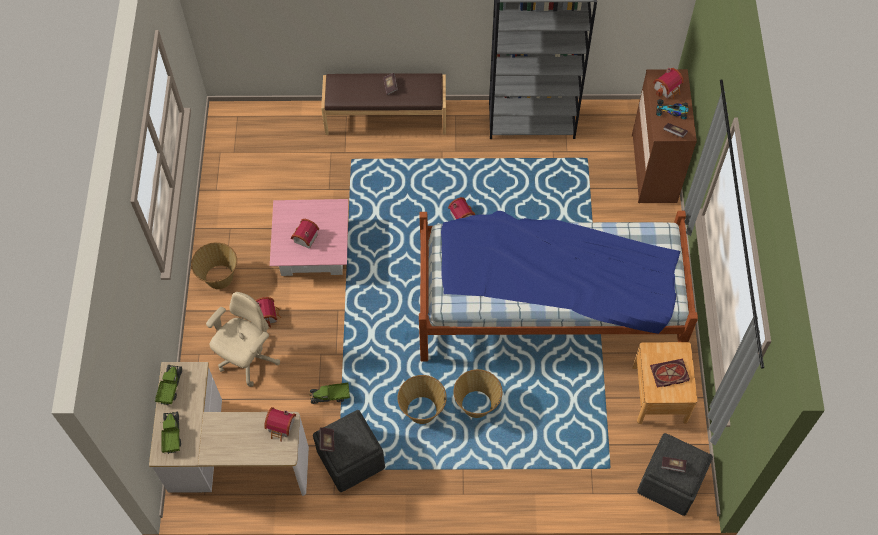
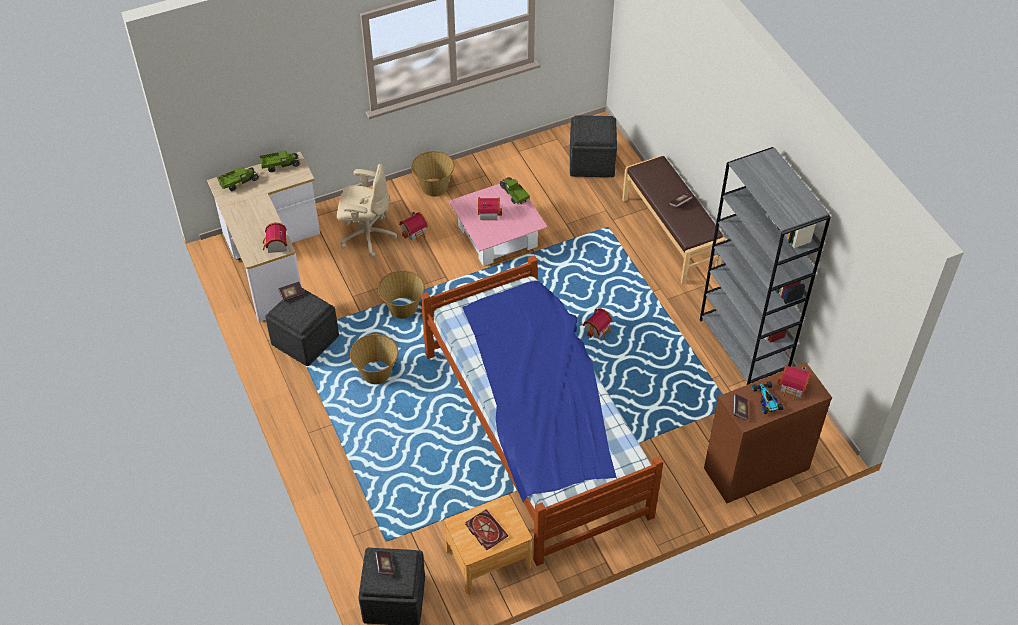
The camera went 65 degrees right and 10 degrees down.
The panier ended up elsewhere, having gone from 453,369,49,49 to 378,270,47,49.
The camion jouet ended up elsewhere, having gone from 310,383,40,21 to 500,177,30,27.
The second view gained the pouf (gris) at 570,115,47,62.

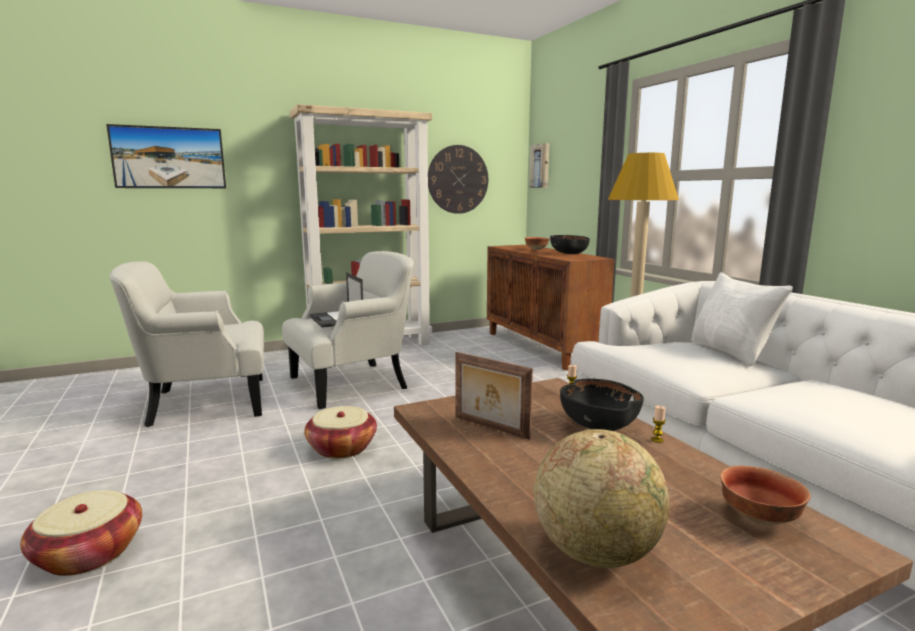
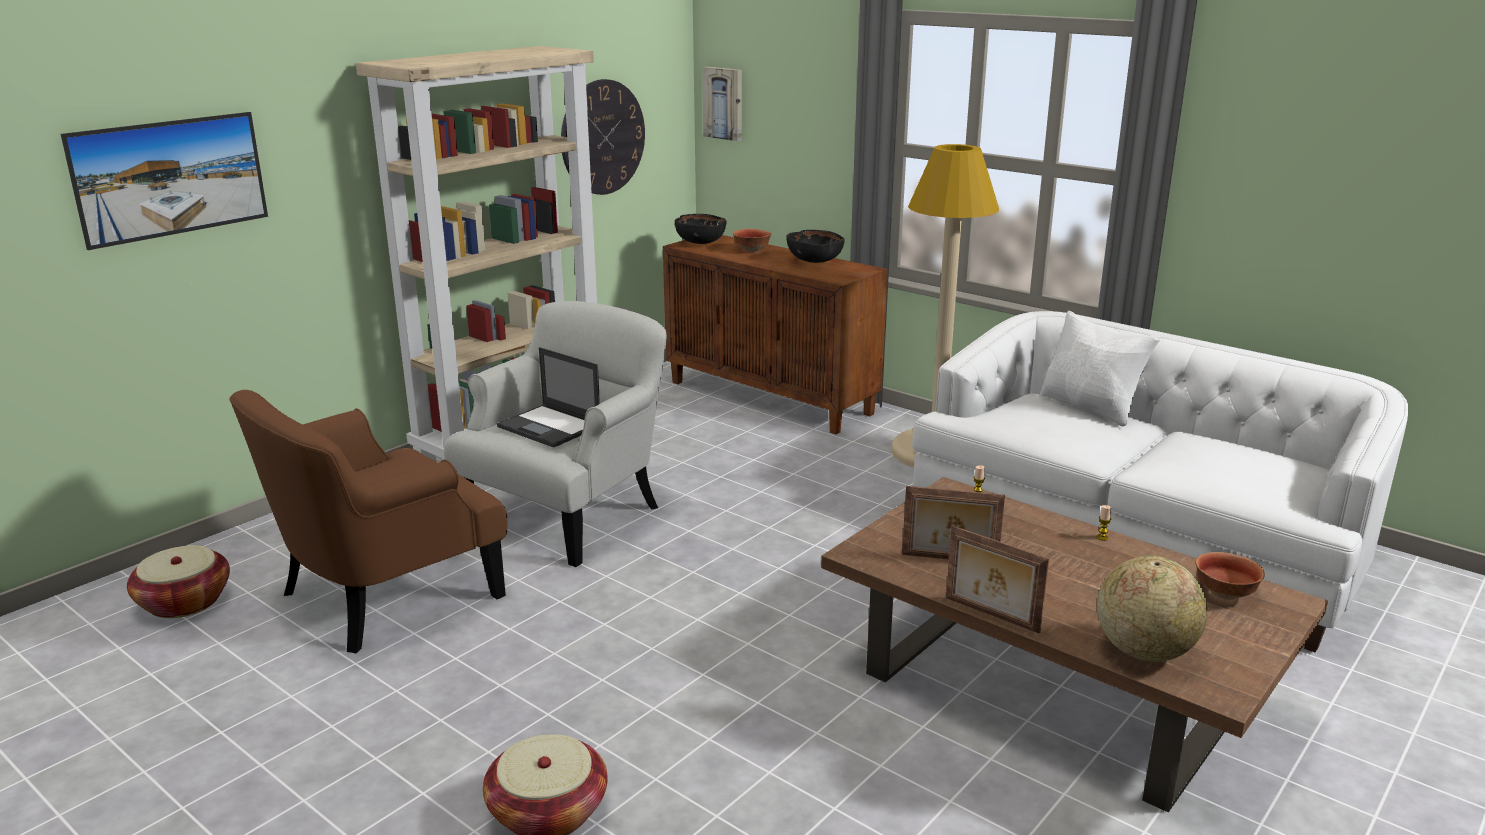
The camera went 25 degrees left and 10 degrees up.
What was the fauteuil (blanc) at 109,261,155,166 turned into the fauteuil (marron) at 229,390,279,263.
The bol (noir) ended up elsewhere, having gone from 560,378,84,53 to 675,214,52,30.
The panier ended up elsewhere, having gone from 304,406,73,53 to 127,545,103,73.
The second view gained the cadre photo at 946,526,103,108.

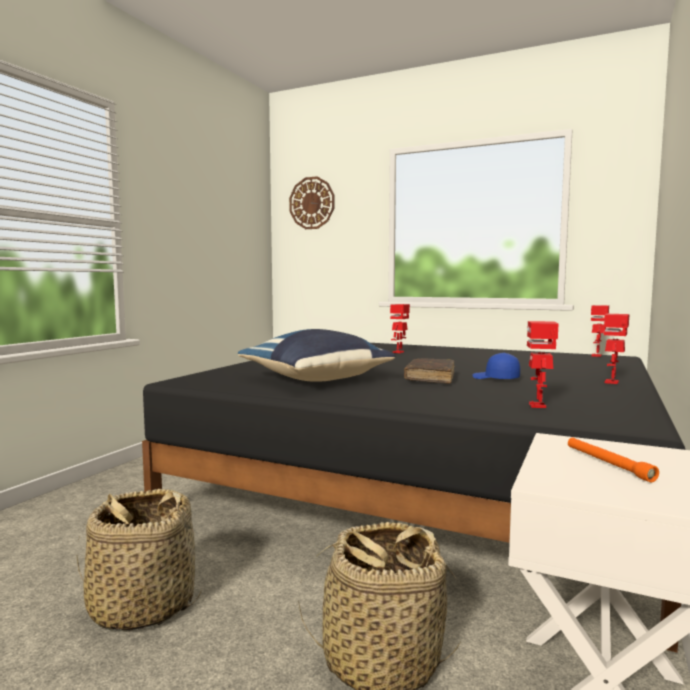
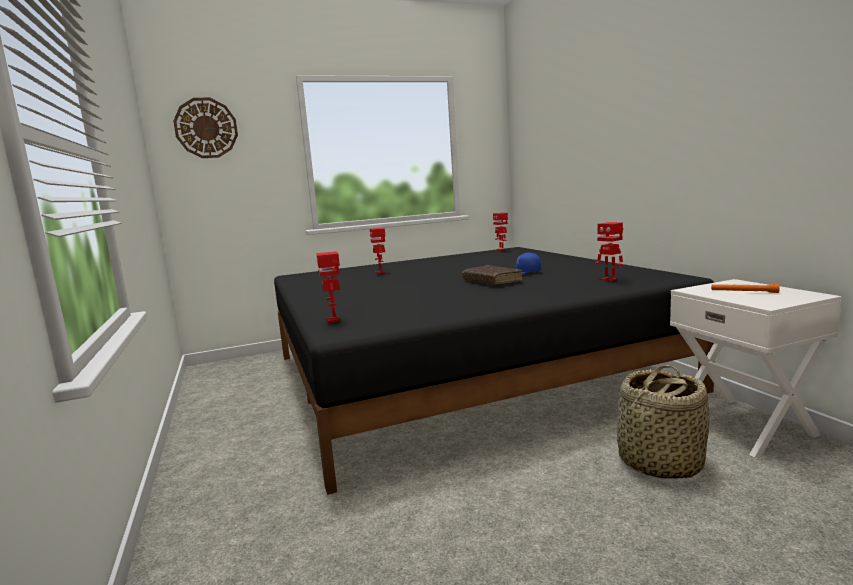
The camera went 45 degrees left and 5 degrees up.
The robot jouet ended up elsewhere, having gone from 604,314,25,70 to 316,251,24,72.
The second view lost the coussin (bleu) at 238,329,157,53.
The second view lost the panier at 76,489,126,143.

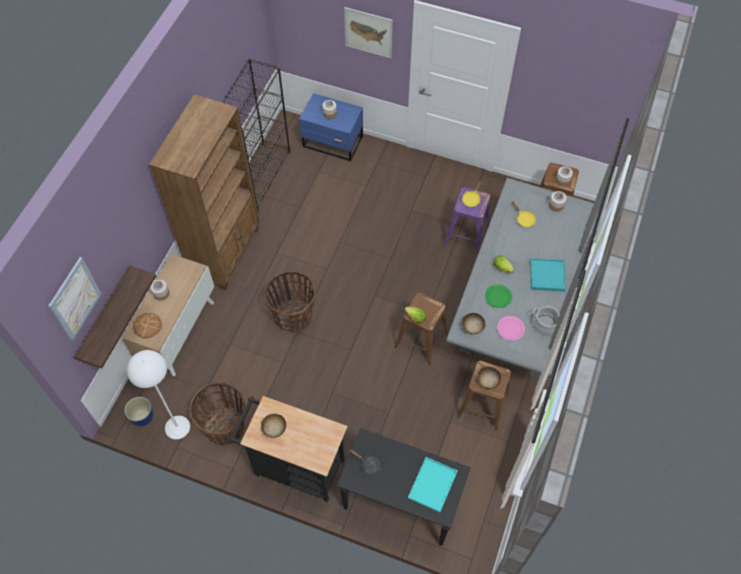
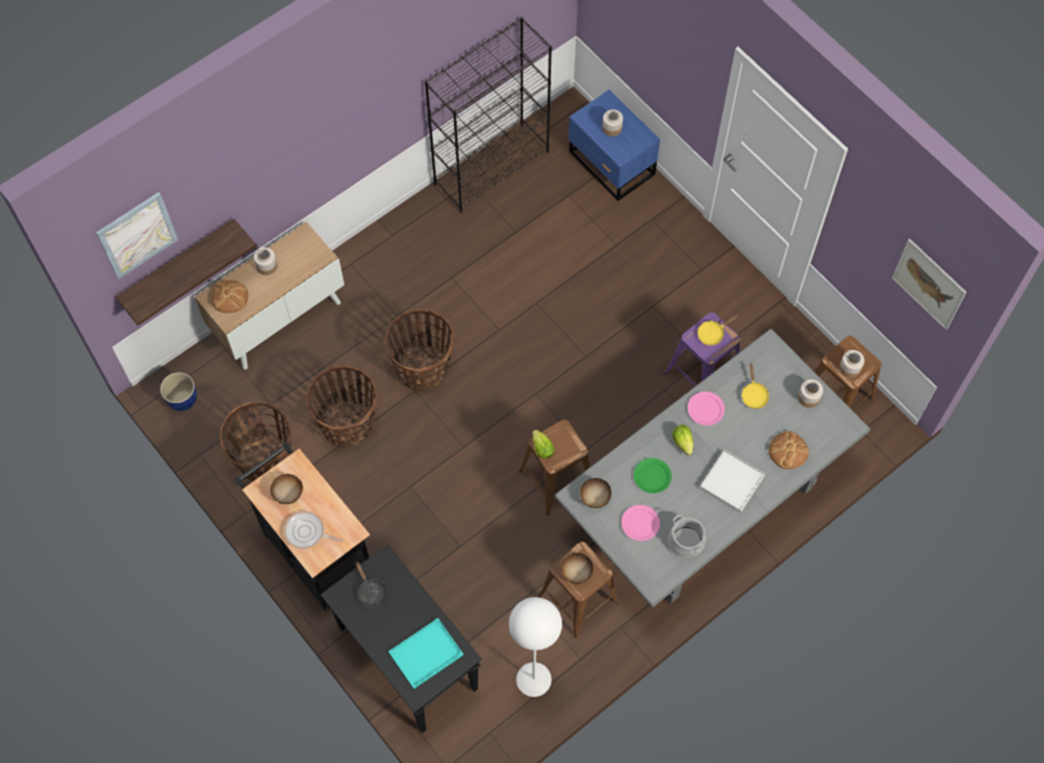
The camera went 30 degrees right and 5 degrees up.
The tableau ended up elsewhere, having gone from 344,7,49,52 to 892,238,74,92.
The second view lost the bibliothèque (marron) at 149,94,111,196.
What was the plateau (turquoise) at 530,259,36,33 turned into the plateau (blanc) at 700,450,65,63.
The lampadaire (blanc) ended up elsewhere, having gone from 127,350,63,89 to 509,597,53,100.
The second view gained the panier at 306,366,71,82.
The second view gained the assiette (rose) at 688,392,37,34.
The second view gained the pain at 769,431,40,38.
The second view gained the poêle at 284,511,59,38.

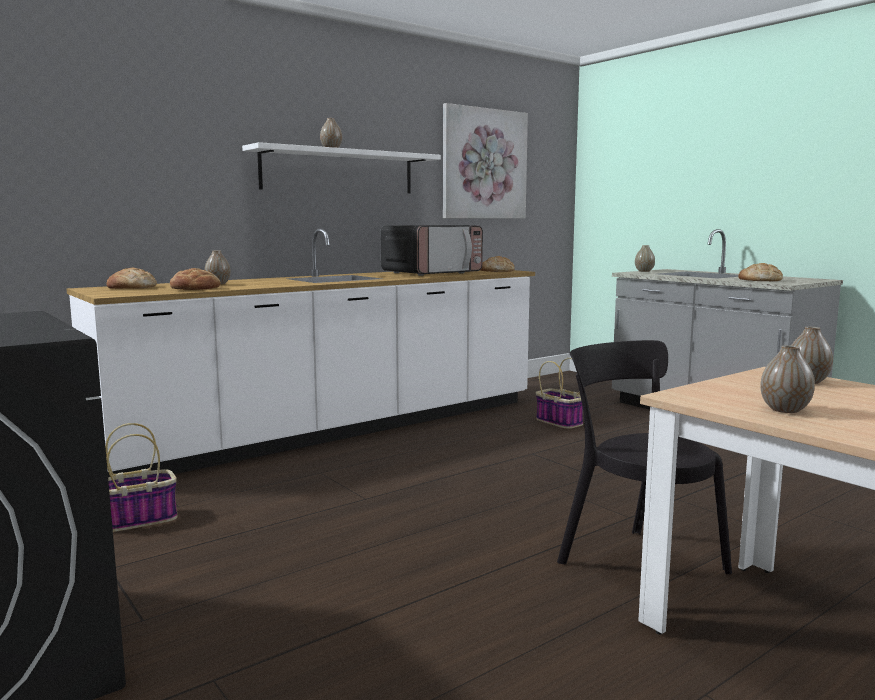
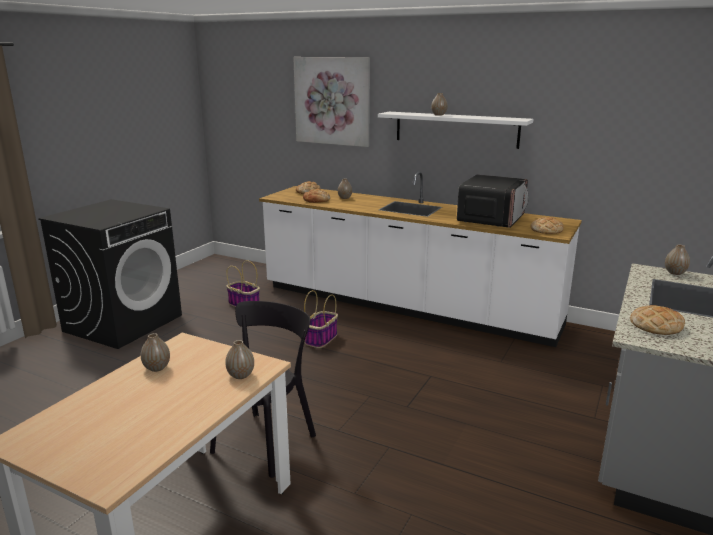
The camera went 65 degrees right and 10 degrees up.
The tableau ended up elsewhere, having gone from 443,103,85,116 to 293,57,77,90.
The micro-ondes at 380,225,103,51 ended up facing another way, 90 degrees counterclockwise from before.
The panier ended up elsewhere, having gone from 536,358,47,71 to 304,290,34,58.

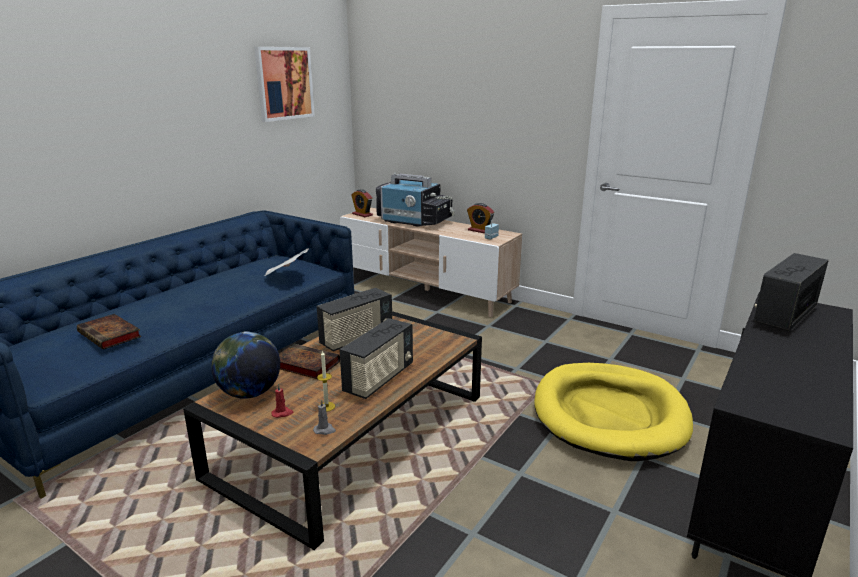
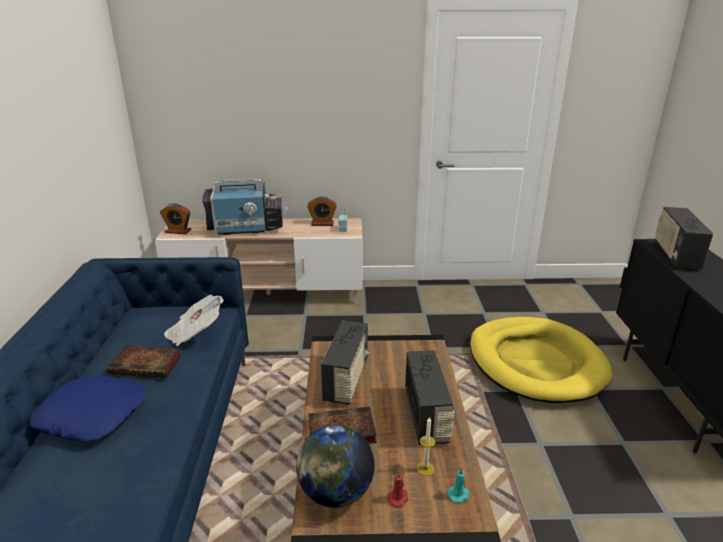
The camera went 35 degrees left and 5 degrees up.
The second view lost the tableau at 254,47,61,75.
The livre ended up elsewhere, having gone from 77,314,64,36 to 107,345,74,33.
What was the bougie (gris) at 313,399,23,36 turned into the bougie (turquoise) at 448,467,21,36.
The second view gained the coussin (bleu) at 30,375,115,66.

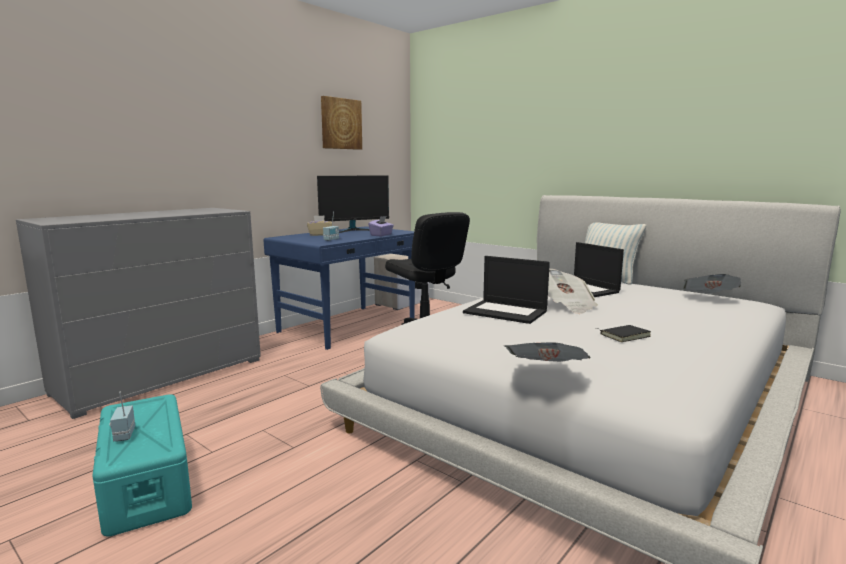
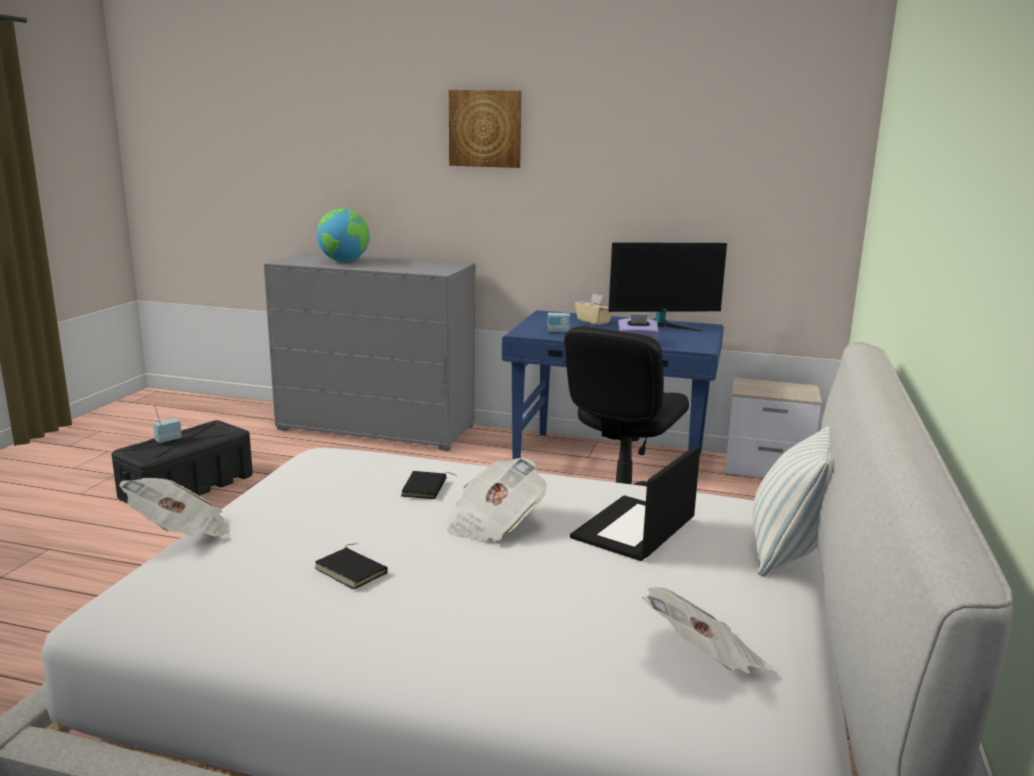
The camera went 65 degrees right and 5 degrees up.
The tableau ended up elsewhere, having gone from 321,96,41,54 to 449,90,73,78.
The écran d'ordinateur at 317,175,72,58 ended up facing another way, 45 degrees counterclockwise from before.
Where the ordinateur portable stood at 463,256,87,68, the livre (noir) came to stand at 401,471,56,28.
What was the boîte de rangement (turquoise) at 92,394,100,143 turned into the boîte de rangement (noir) at 112,420,141,84.
The second view gained the globe at 317,209,53,53.

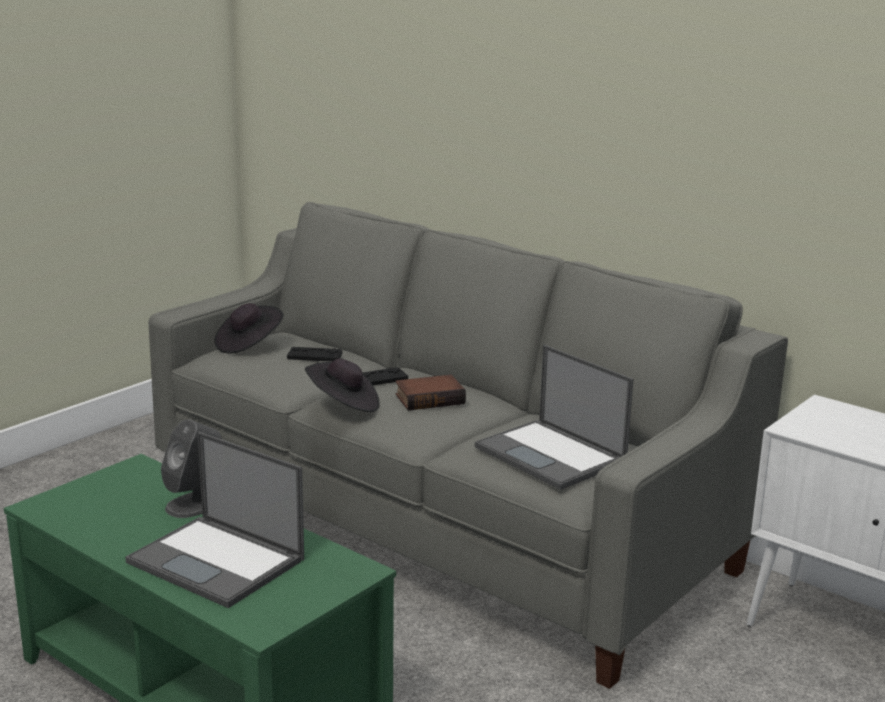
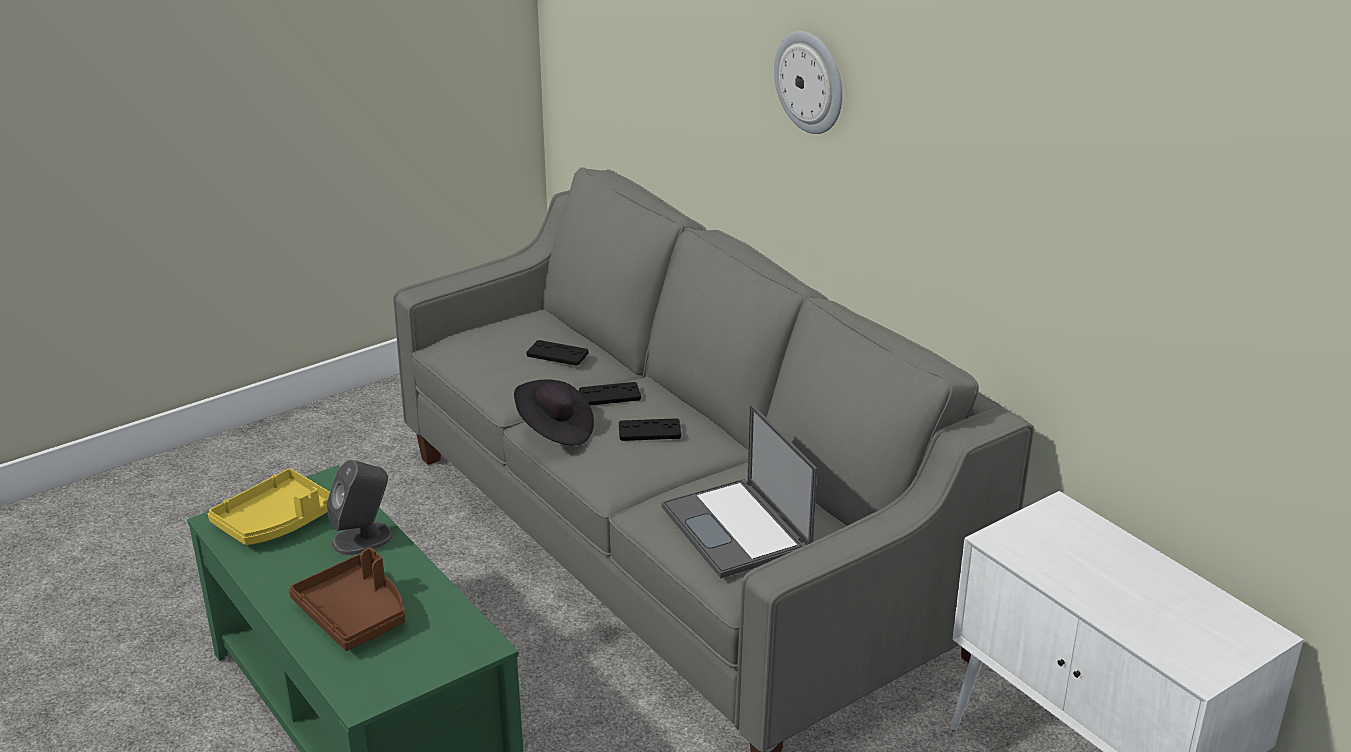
The camera went 15 degrees right and 10 degrees up.
The second view lost the chapeau (noir) at 214,303,70,51.
Where the livre stood at 396,375,70,36, the manette (noir) came to stand at 619,418,62,23.
Where the ordinateur portable stood at 125,432,179,176, the plateau (marron) came to stand at 289,547,116,104.
The second view gained the horloge murale at 774,31,69,103.
The second view gained the plateau (jaune) at 208,468,122,77.

